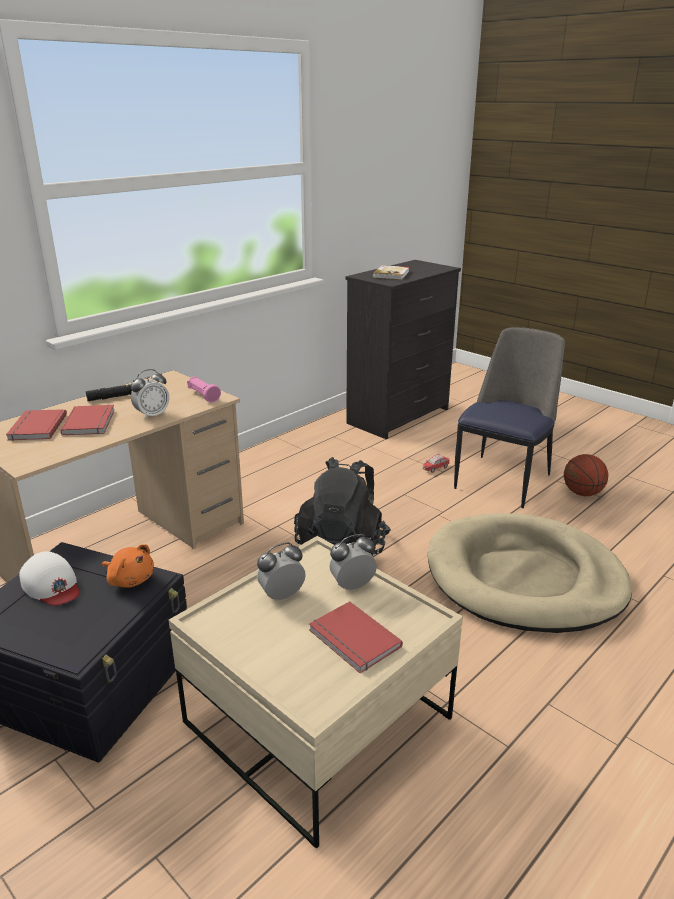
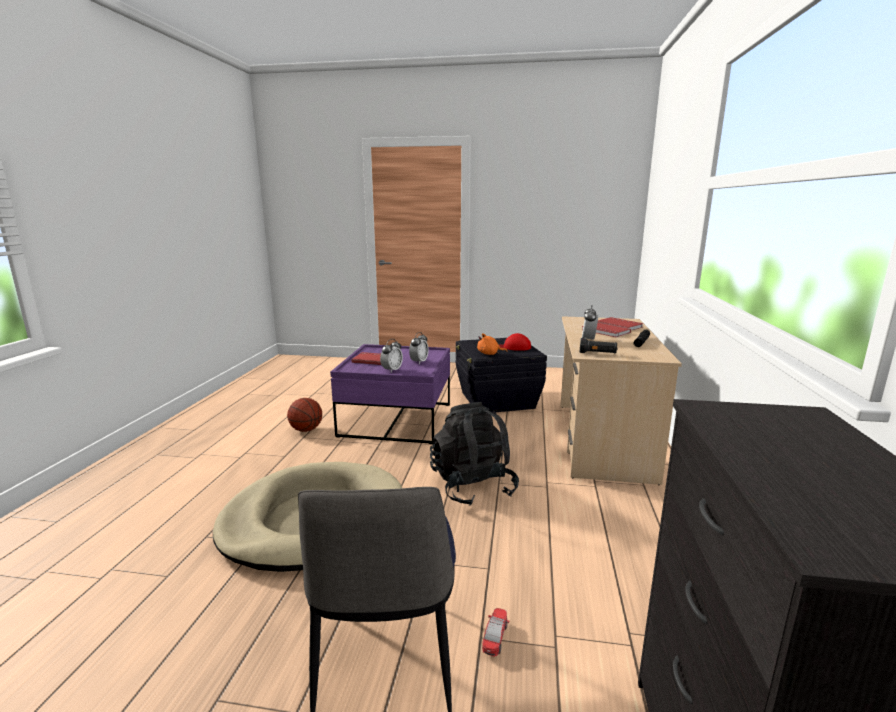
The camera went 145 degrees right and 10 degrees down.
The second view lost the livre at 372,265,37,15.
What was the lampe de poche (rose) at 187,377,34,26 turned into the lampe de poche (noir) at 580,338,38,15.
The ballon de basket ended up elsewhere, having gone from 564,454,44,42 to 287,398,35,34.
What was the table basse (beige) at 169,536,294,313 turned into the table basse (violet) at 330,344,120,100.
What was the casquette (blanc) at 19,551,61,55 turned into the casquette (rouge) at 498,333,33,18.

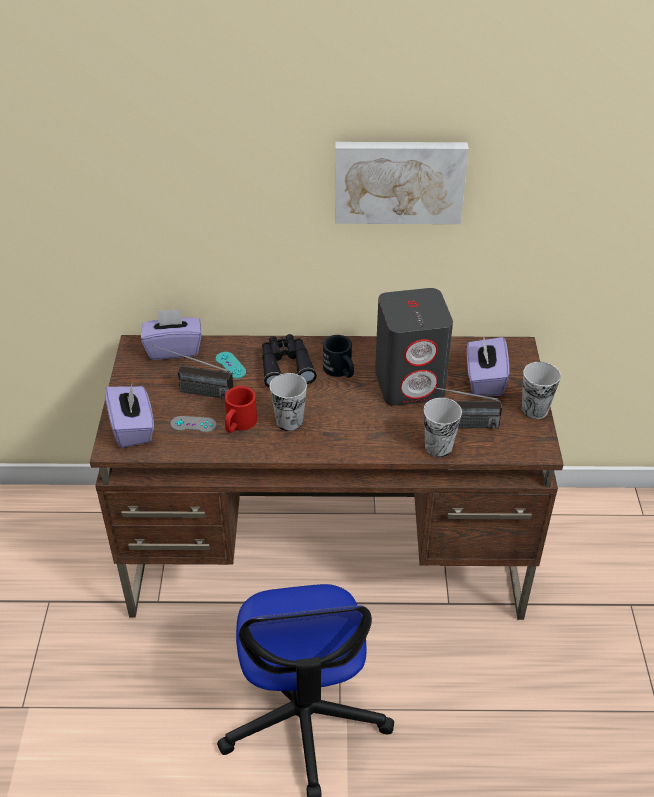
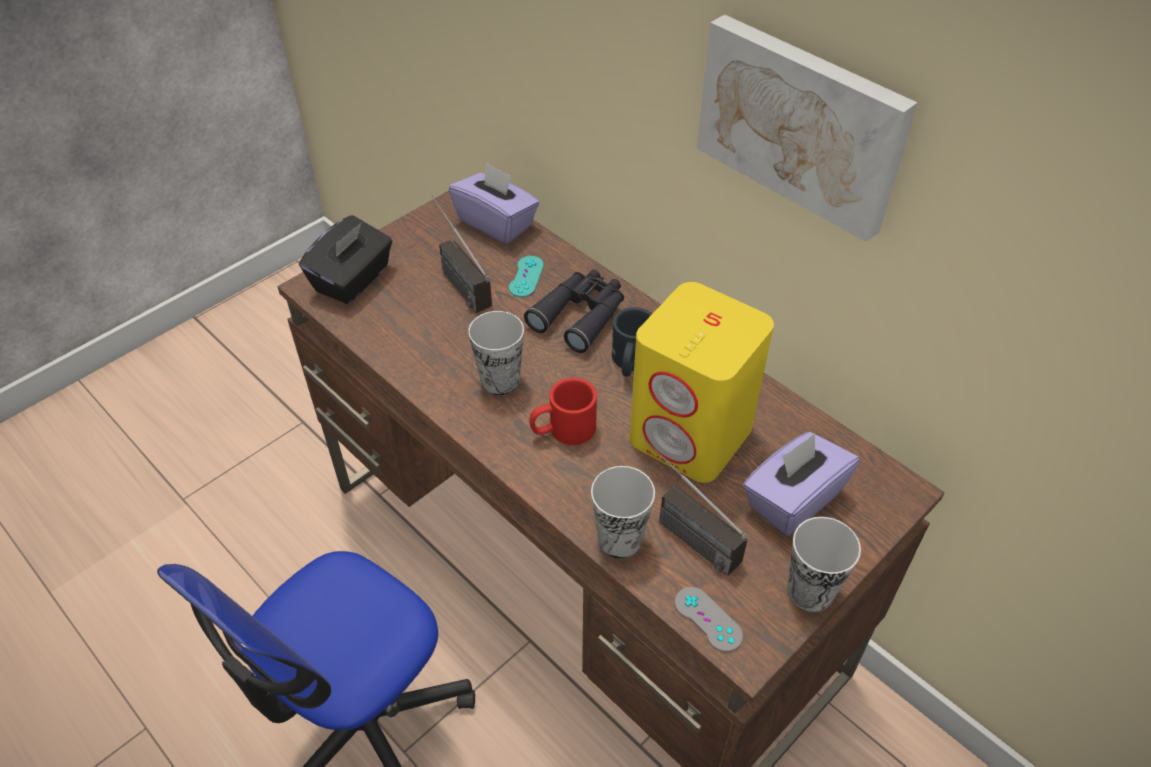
The camera went 45 degrees right and 5 degrees up.
What was the enceinte (gris) at 375,288,78,118 turned into the enceinte (jaune) at 630,282,144,201.
What was the boîte à mouchoirs (violet) at 105,385,49,63 turned into the boîte à mouchoirs (noir) at 299,215,93,89.
The mug (rouge) ended up elsewhere, having gone from 225,386,32,47 to 529,378,68,67.
The manette (gris) ended up elsewhere, having gone from 171,416,45,17 to 675,587,68,65.

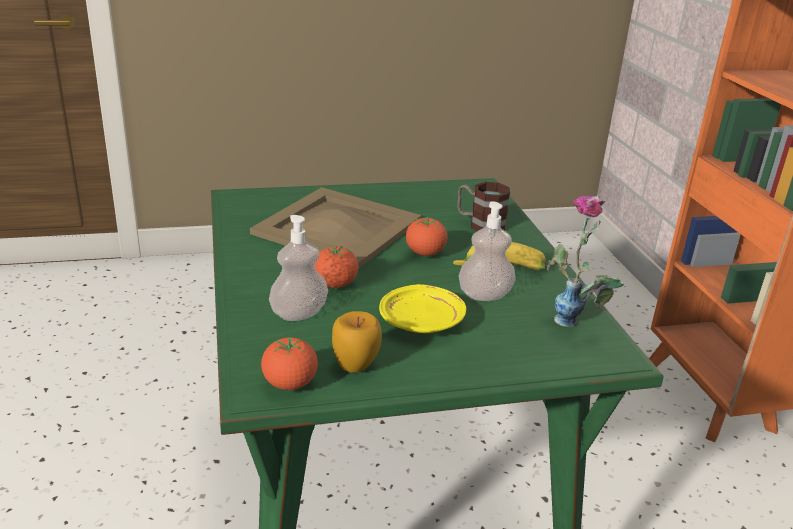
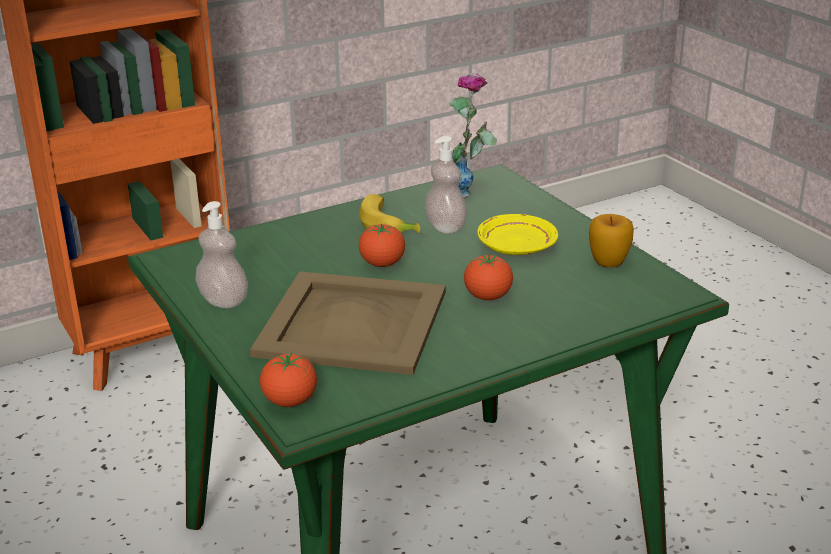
The camera went 105 degrees left and 0 degrees up.
The second view lost the mug at 458,182,52,49.
The distributeur de savon ended up elsewhere, having gone from 269,215,59,106 to 196,201,52,107.
The tomate ended up elsewhere, having gone from 261,337,57,53 to 260,352,57,55.

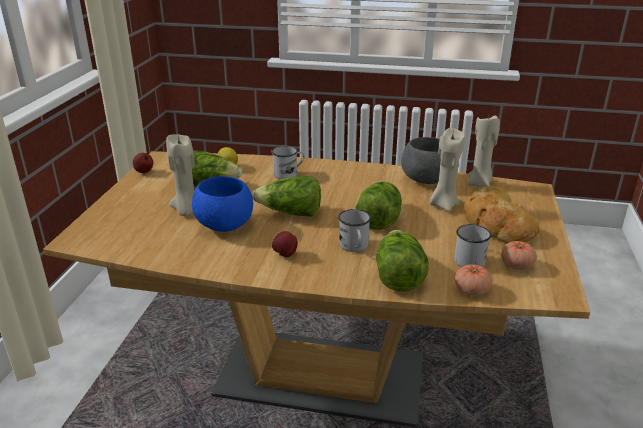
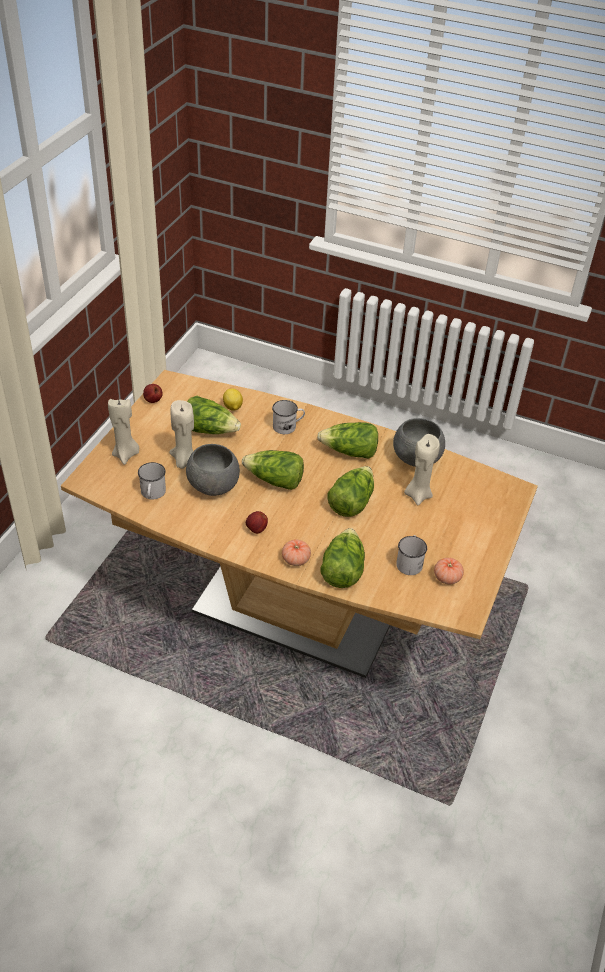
The camera went 10 degrees right and 15 degrees up.
The bougie (beige) ended up elsewhere, having gone from 468,115,32,72 to 108,399,31,66.
What was the bol (bleu) at 192,176,61,56 turned into the bol (gris) at 186,444,54,52.
The second view lost the pain at 464,185,75,58.
The mug (blanc) ended up elsewhere, having gone from 338,209,33,43 to 138,462,28,37.
The tomate ended up elsewhere, having gone from 455,264,37,32 to 282,540,29,26.
The second view gained the laitue at 317,422,61,37.

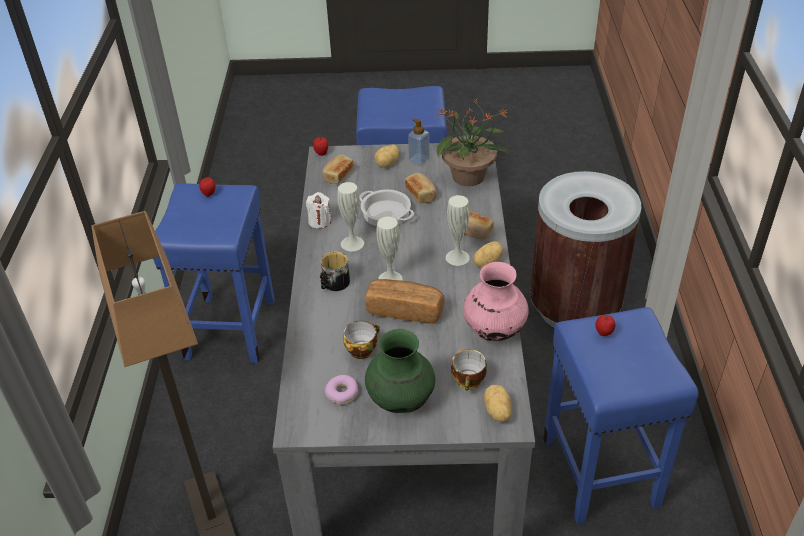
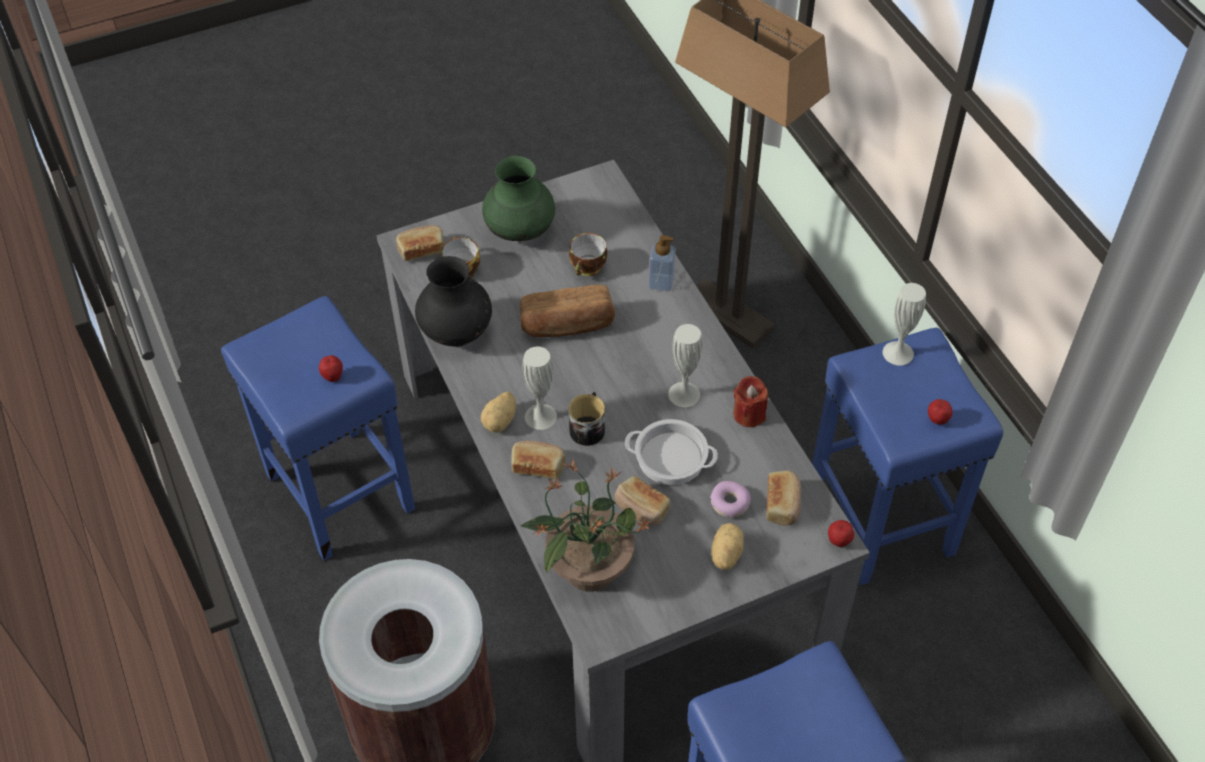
The camera went 155 degrees right and 10 degrees up.
The distributeur de savon ended up elsewhere, having gone from 408,118,22,47 to 649,235,27,56.
What was the bougie (blanc) at 306,192,25,37 turned into the bougie (rouge) at 733,376,35,51.
The vase (blanc) ended up elsewhere, having gone from 376,217,27,64 to 883,283,43,82.
The mug ended up elsewhere, having gone from 320,251,30,40 to 569,392,36,54.
What was the vase (rose) at 463,262,66,79 turned into the vase (noir) at 415,256,77,91.
The beignet ended up elsewhere, having gone from 325,375,33,29 to 710,481,41,36.
Where the pomme de terre stood at 484,385,27,37, the pain came to stand at 396,225,48,36.

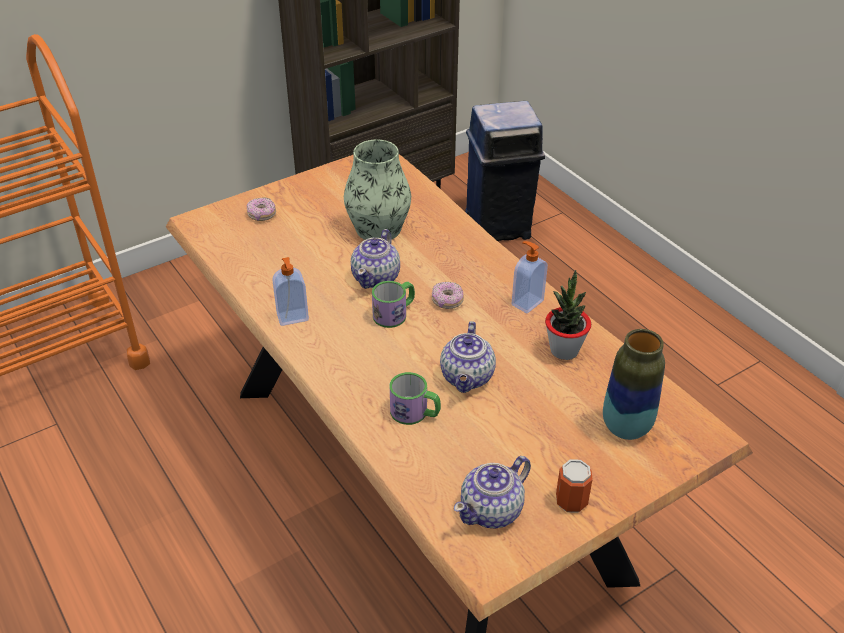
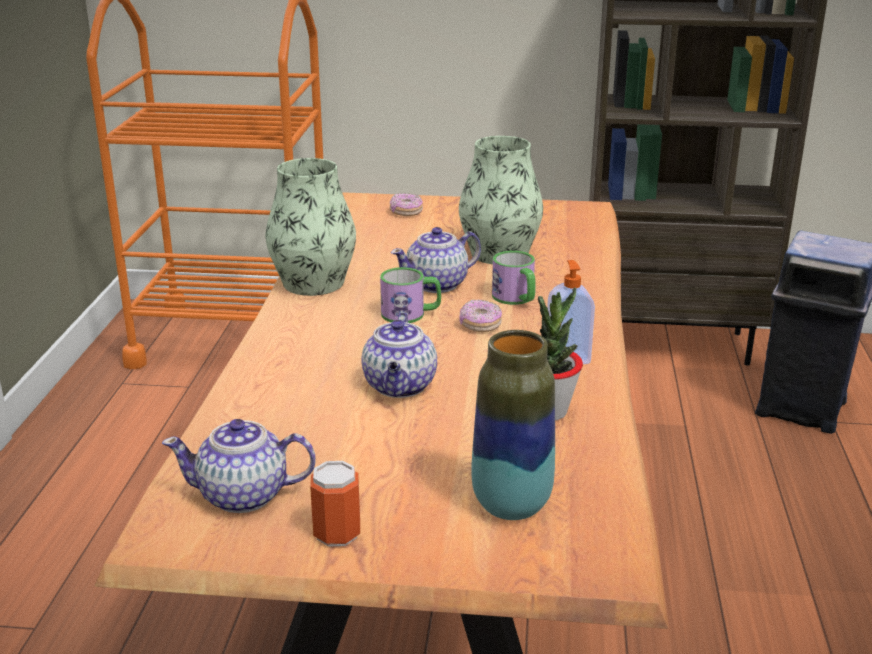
The camera went 40 degrees right and 15 degrees down.
Where the distributeur de savon stood at 272,257,37,69, the vase came to stand at 265,158,91,138.
The théière at 440,321,56,72 ended up facing another way, 45 degrees counterclockwise from before.
The mug ended up elsewhere, having gone from 389,372,52,53 to 492,251,44,54.

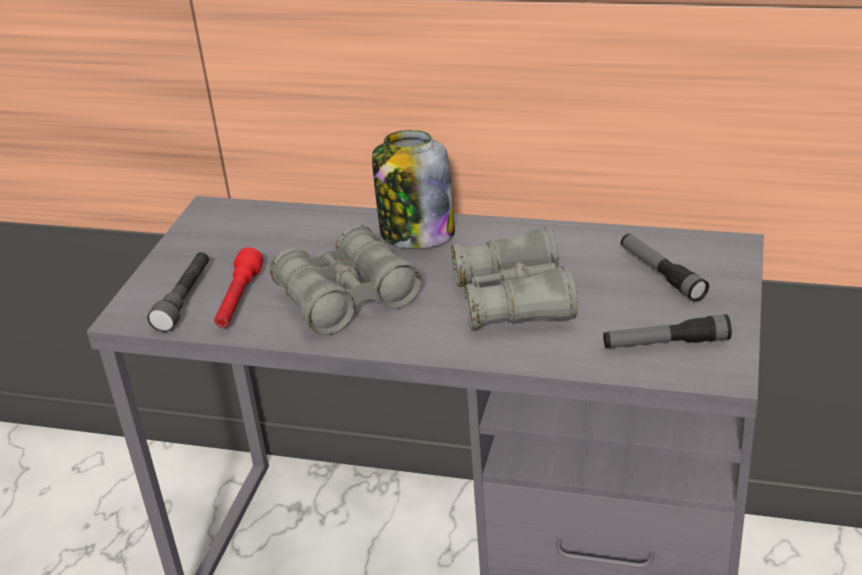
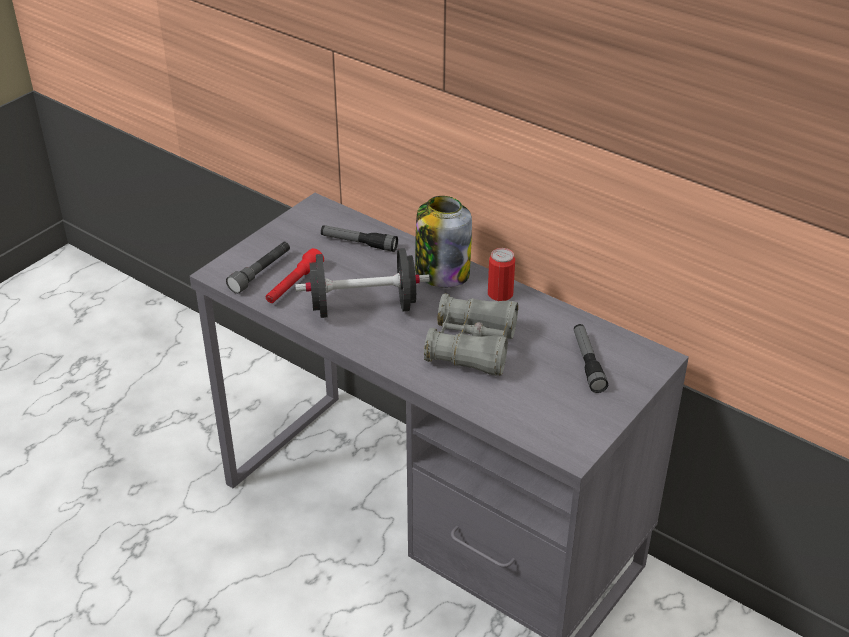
The camera went 20 degrees right and 5 degrees up.
Where the jumelles (gris) stood at 270,224,152,111, the haltère (noir) came to stand at 295,248,135,70.
The lampe de poche ended up elsewhere, having gone from 603,314,129,34 to 321,225,77,27.
The second view gained the boîte métallique at 488,248,27,53.

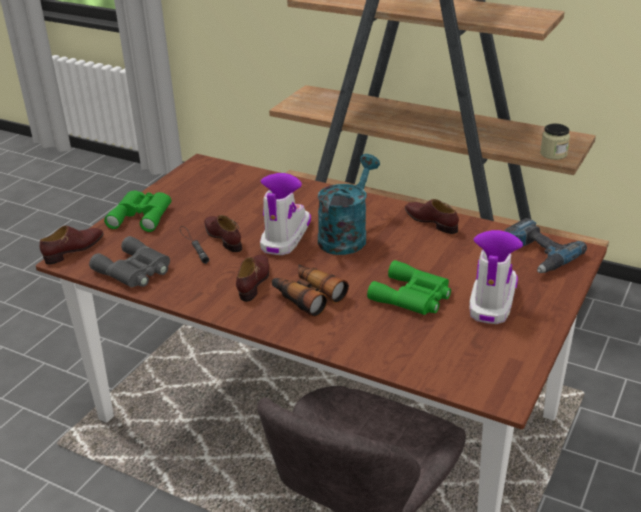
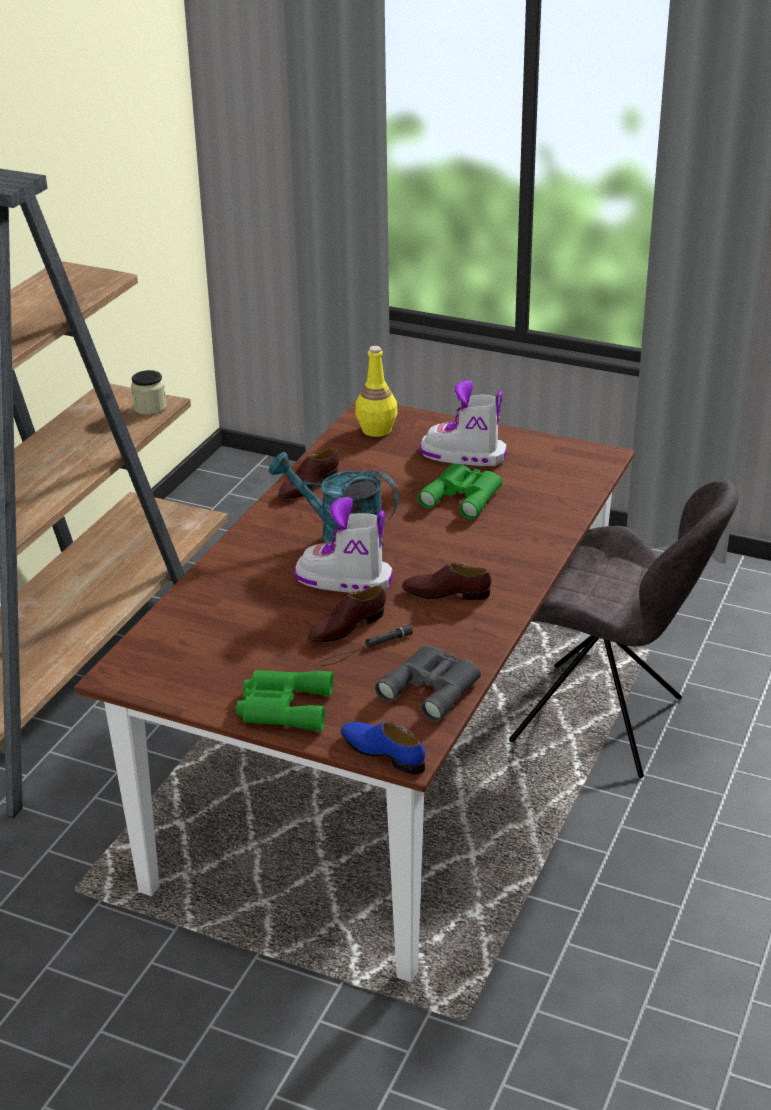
The camera went 95 degrees left and 0 degrees up.
Where the perceuse stood at 504,218,83,55, the bouteille (jaune) came to stand at 355,346,43,91.
What was the chaussure (marron) at 40,226,64,38 turned into the chaussure (bleu) at 341,722,84,52.
The second view lost the jumelles at 272,264,77,53.

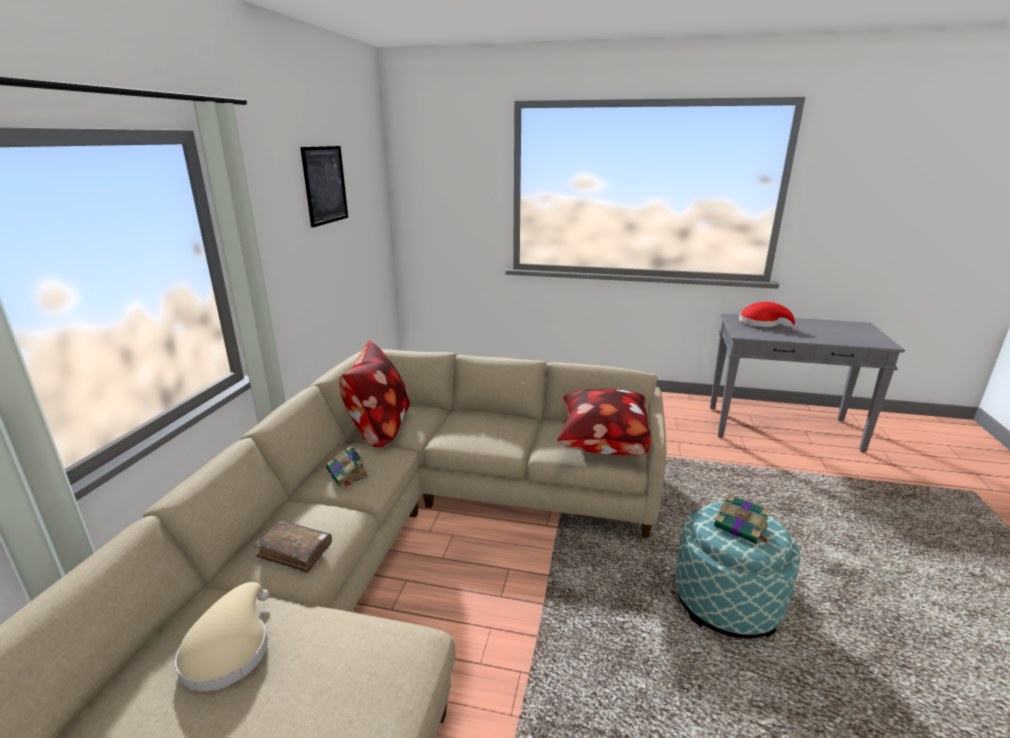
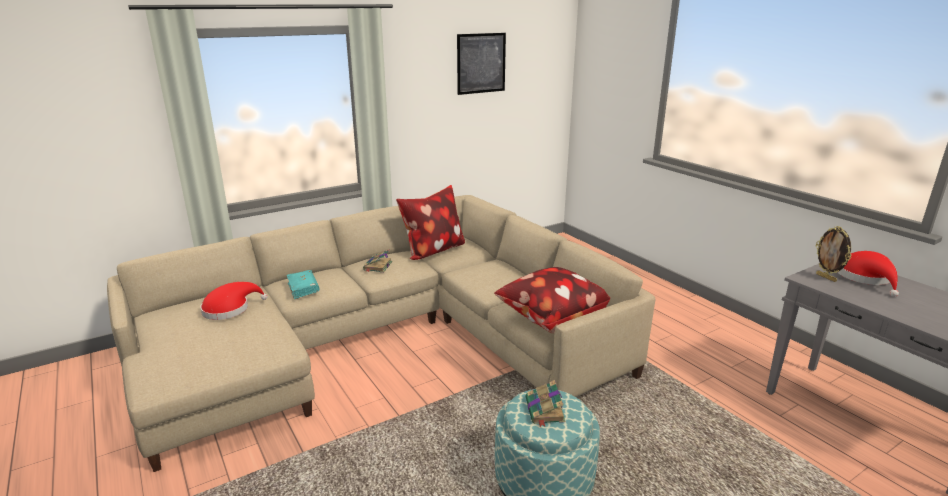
The camera went 45 degrees right and 0 degrees up.
What was the livre (marron) at 253,520,79,53 turned into the livre (turquoise) at 286,270,33,29.
What was the chapeau (beige) at 175,582,94,109 turned into the chapeau (rouge) at 200,282,68,38.
The second view gained the cadre photo at 816,226,35,56.

